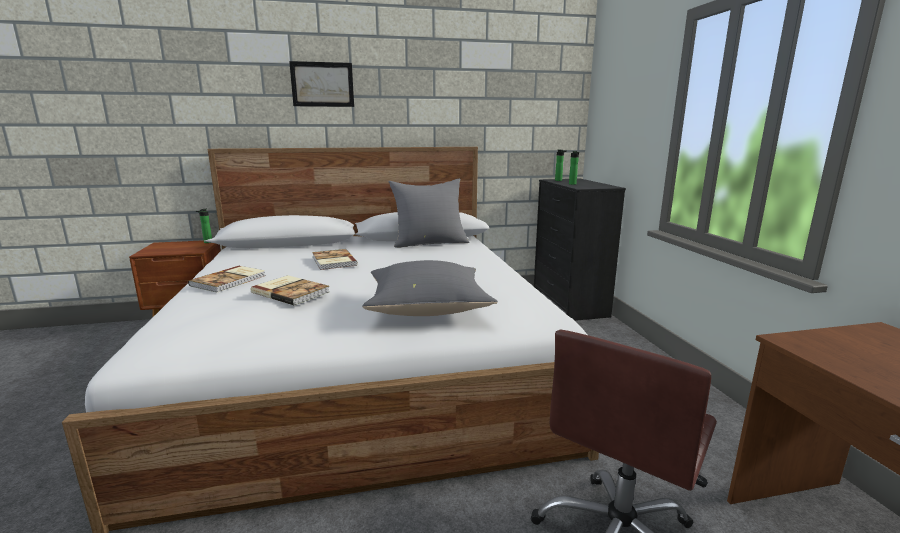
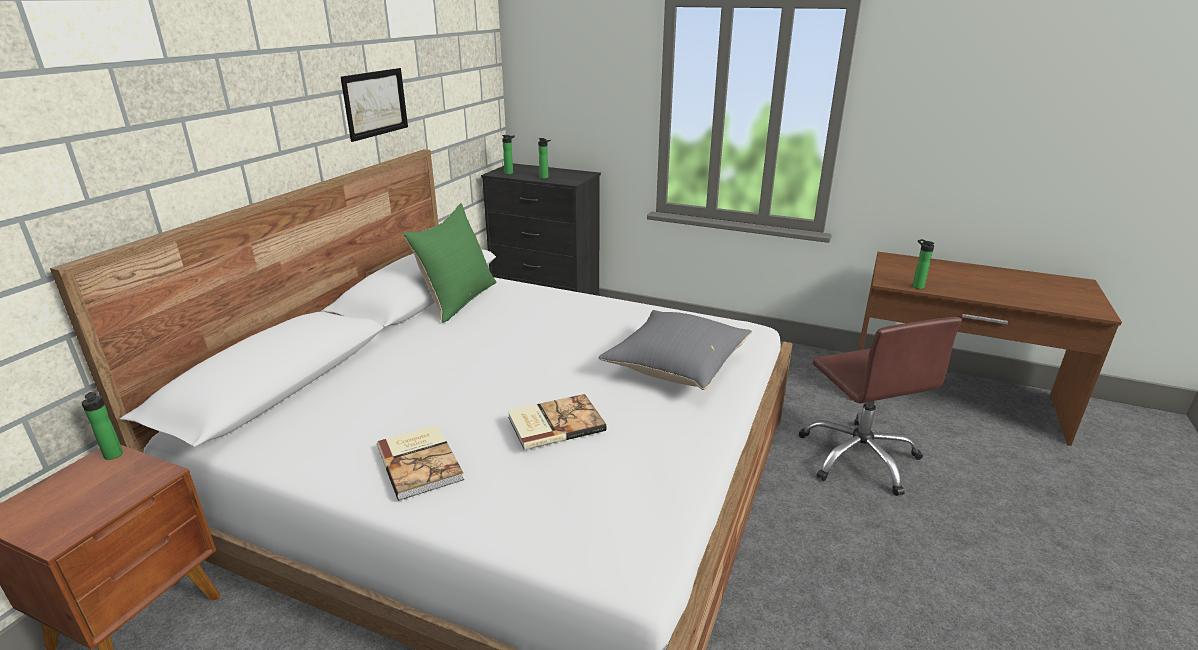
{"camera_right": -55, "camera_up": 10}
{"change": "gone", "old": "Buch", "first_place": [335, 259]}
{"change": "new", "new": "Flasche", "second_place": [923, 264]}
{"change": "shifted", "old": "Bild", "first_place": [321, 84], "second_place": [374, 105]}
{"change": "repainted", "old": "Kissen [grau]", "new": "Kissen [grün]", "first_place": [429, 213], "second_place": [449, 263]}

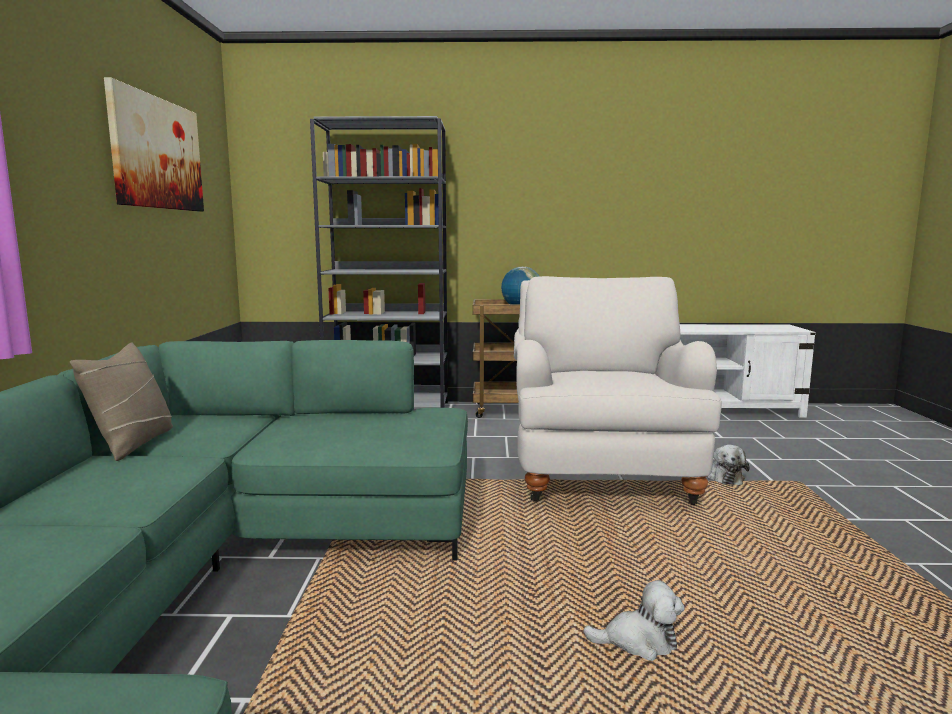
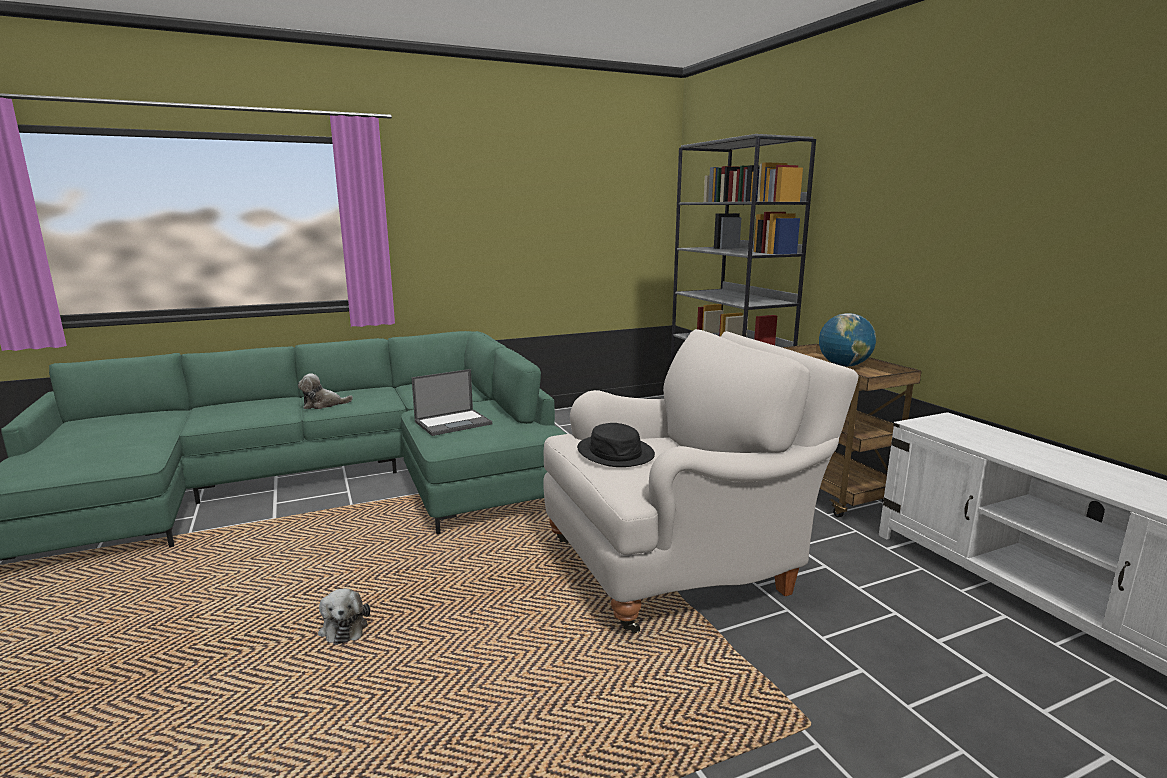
{"camera_right": 65, "camera_up": 5}
{"change": "gone", "old": "Kissen [beige]", "first_place": [121, 402]}
{"change": "gone", "old": "Bild", "first_place": [154, 144]}
{"change": "new", "new": "Laptop", "second_place": [451, 402]}
{"change": "new", "new": "Hut [schwarz]", "second_place": [616, 445]}
{"change": "shifted", "old": "Plüschtier", "first_place": [728, 465], "second_place": [325, 391]}

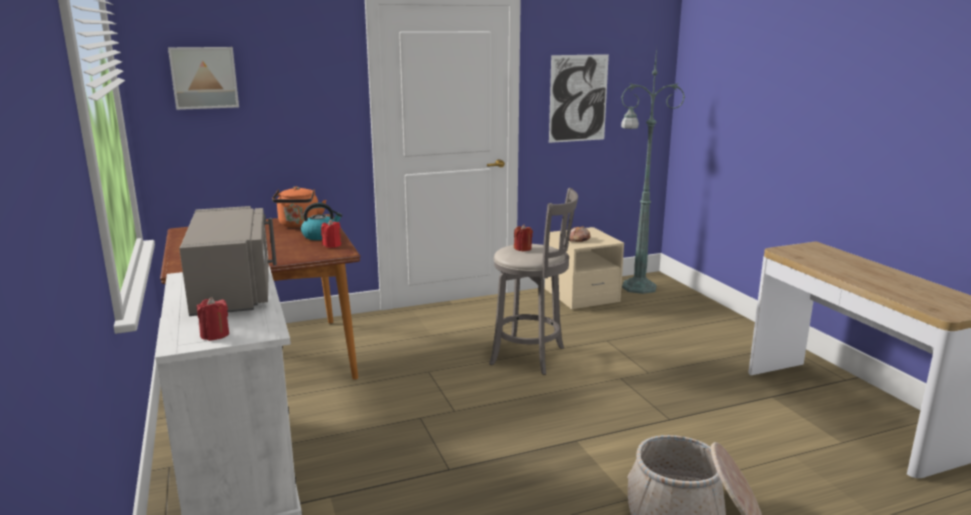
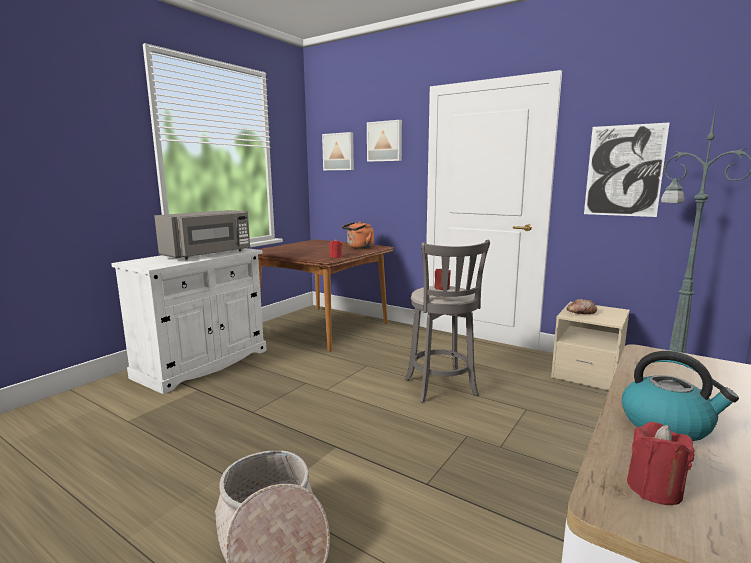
{"camera_right": 55, "camera_up": -5}
{"change": "new", "new": "Bild", "second_place": [384, 141]}
{"change": "shifted", "old": "Kerze [rot]", "first_place": [213, 319], "second_place": [661, 463]}
{"change": "shifted", "old": "Wasserkessel", "first_place": [322, 221], "second_place": [680, 396]}

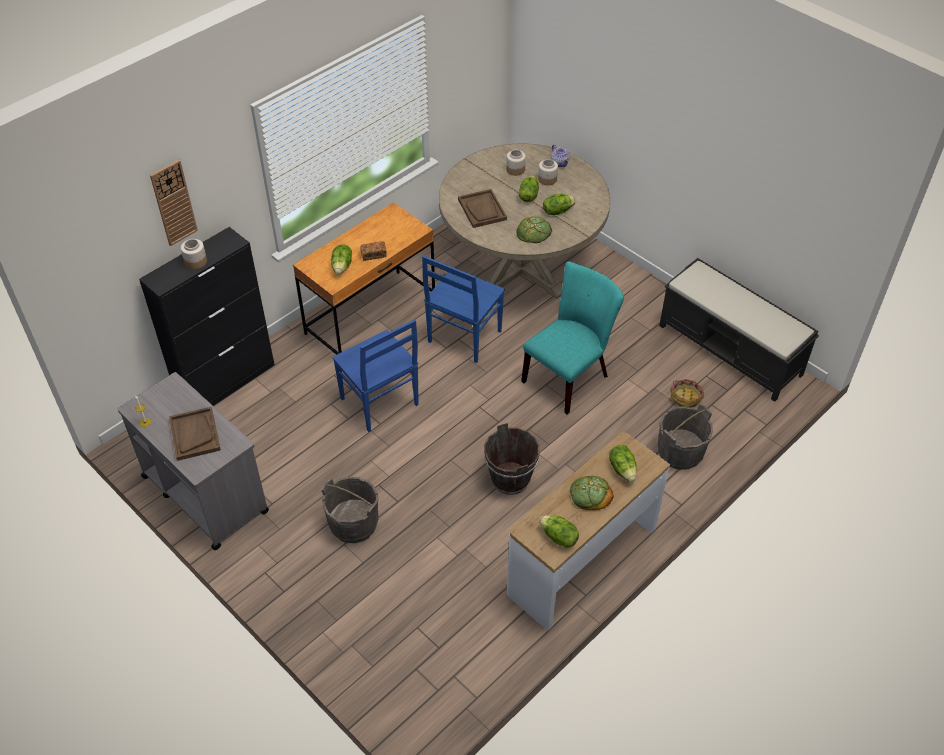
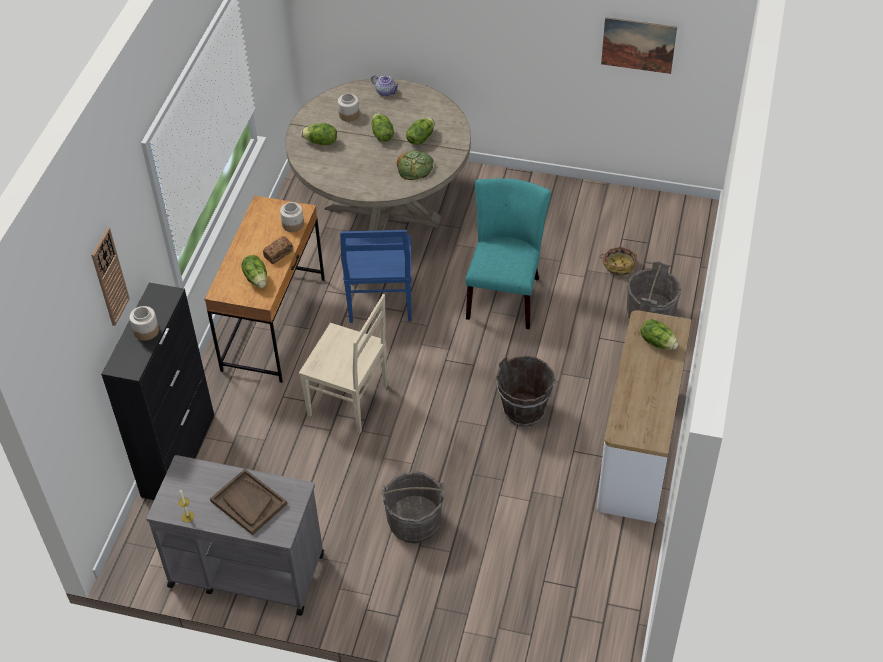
{"camera_right": -30, "camera_up": 0}
{"change": "gone", "old": "Tablett [braun]", "first_place": [482, 208]}
{"change": "gone", "old": "Brot", "first_place": [592, 493]}
{"change": "gone", "old": "Bank [schwarz]", "first_place": [739, 330]}
{"change": "new", "new": "Bild", "second_place": [639, 45]}
{"change": "shifted", "old": "Vorratsglas", "first_place": [548, 172], "second_place": [292, 217]}
{"change": "shifted", "old": "Salatkopf", "first_place": [559, 531], "second_place": [319, 134]}
{"change": "repainted", "old": "Stuhl [blau]", "new": "Stuhl [beige]", "first_place": [375, 375], "second_place": [343, 363]}

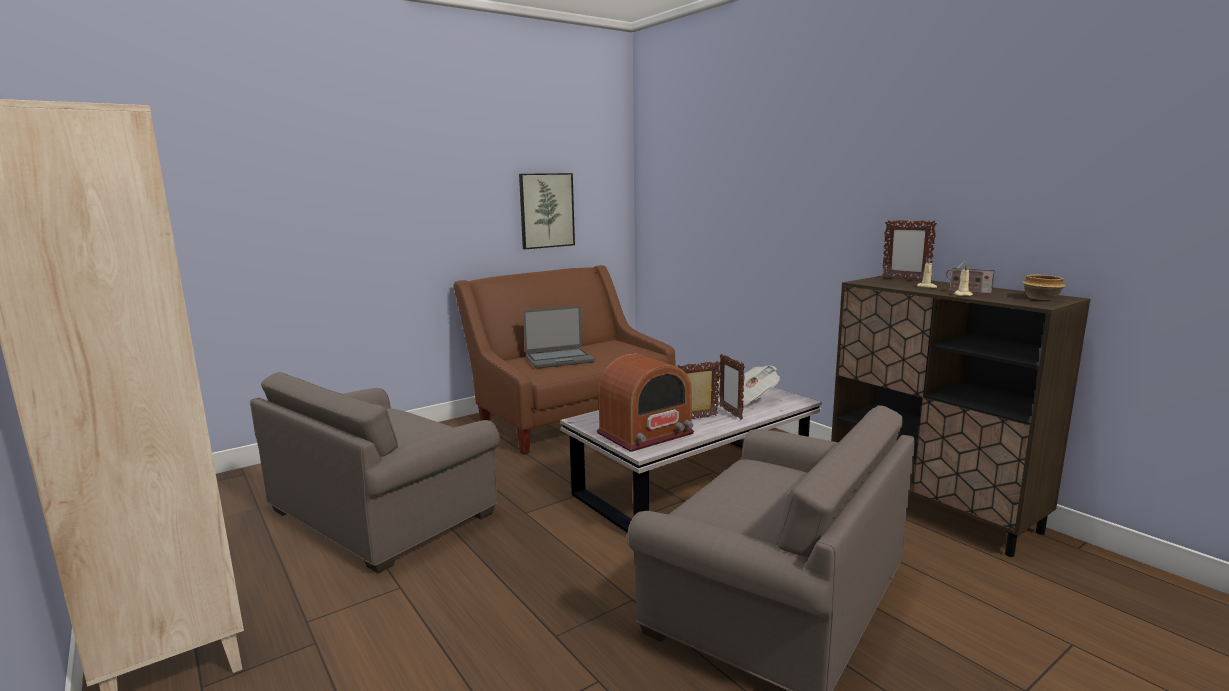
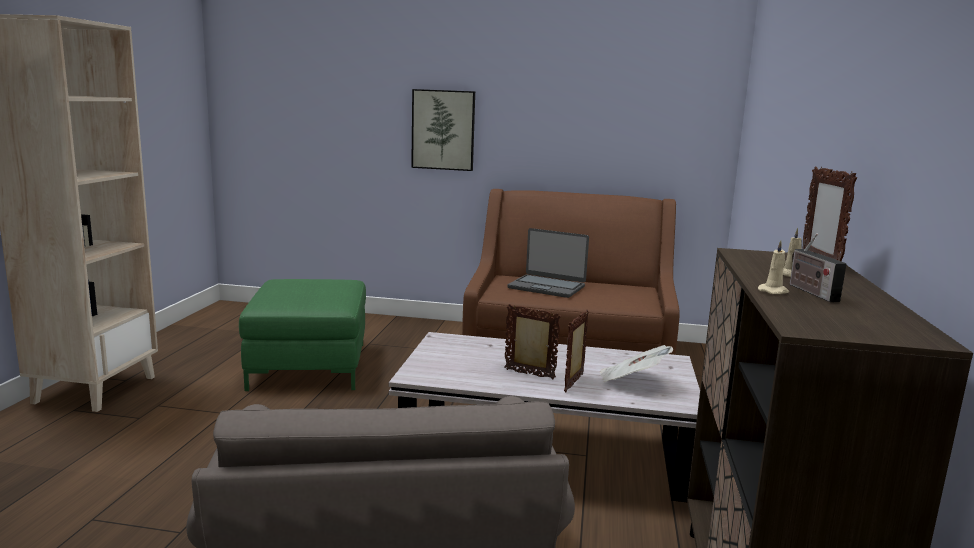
{"camera_right": 45, "camera_up": 0}
{"change": "gone", "old": "Radio", "first_place": [645, 403]}
{"change": "gone", "old": "Schüssel", "first_place": [1043, 287]}
{"change": "shifted", "old": "Bild", "first_place": [547, 211], "second_place": [443, 130]}
{"change": "swapped", "old": "Sessel [grau]", "new": "Polsterhocker [grün]", "first_place": [375, 472], "second_place": [302, 335]}

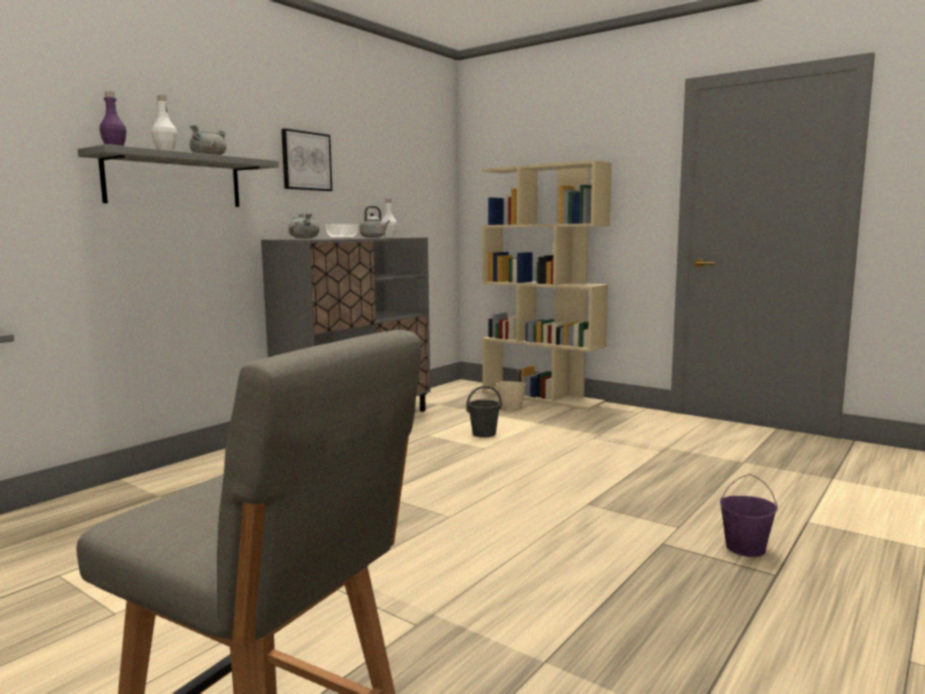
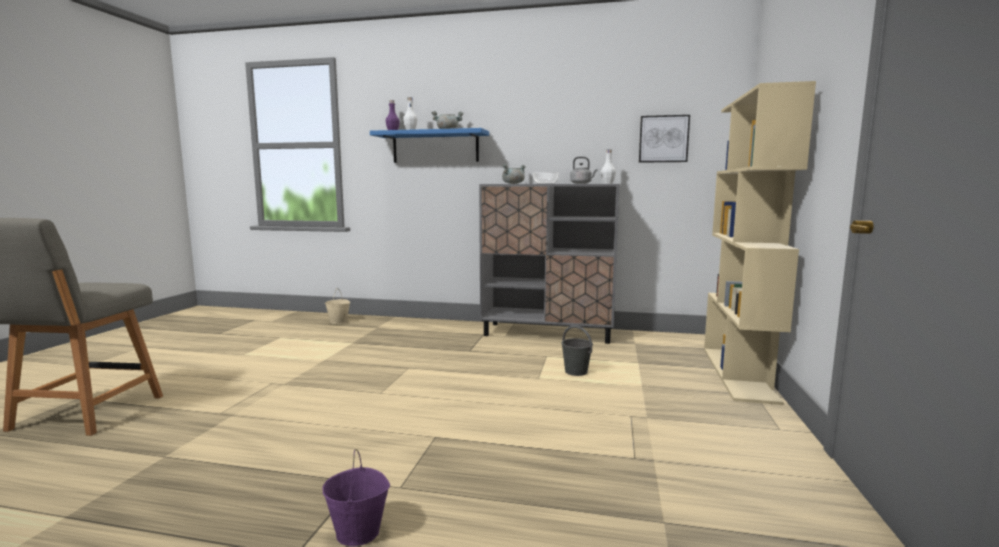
{"camera_right": 65, "camera_up": 0}
{"change": "shifted", "old": "Bild", "first_place": [306, 159], "second_place": [664, 139]}
{"change": "shifted", "old": "Eimer [beige]", "first_place": [511, 389], "second_place": [337, 306]}
{"change": "repainted", "old": "Wandregal [grau]", "new": "Wandregal [blau]", "first_place": [178, 175], "second_place": [429, 145]}

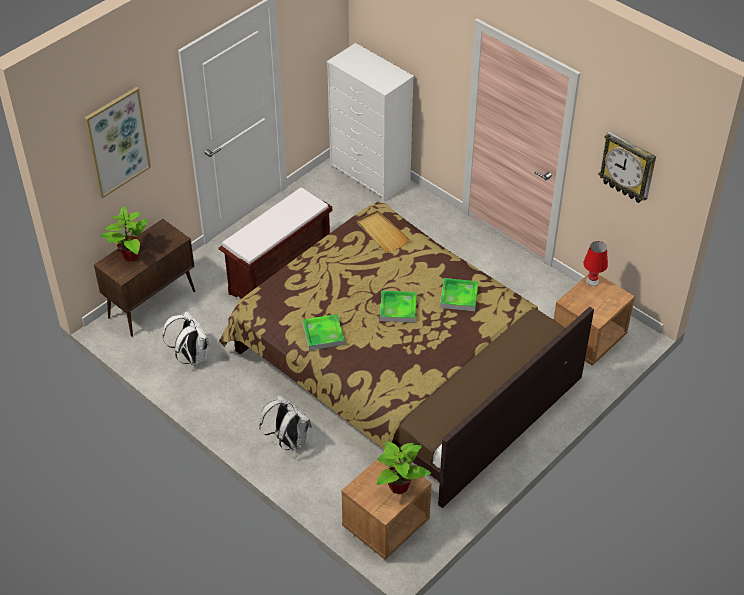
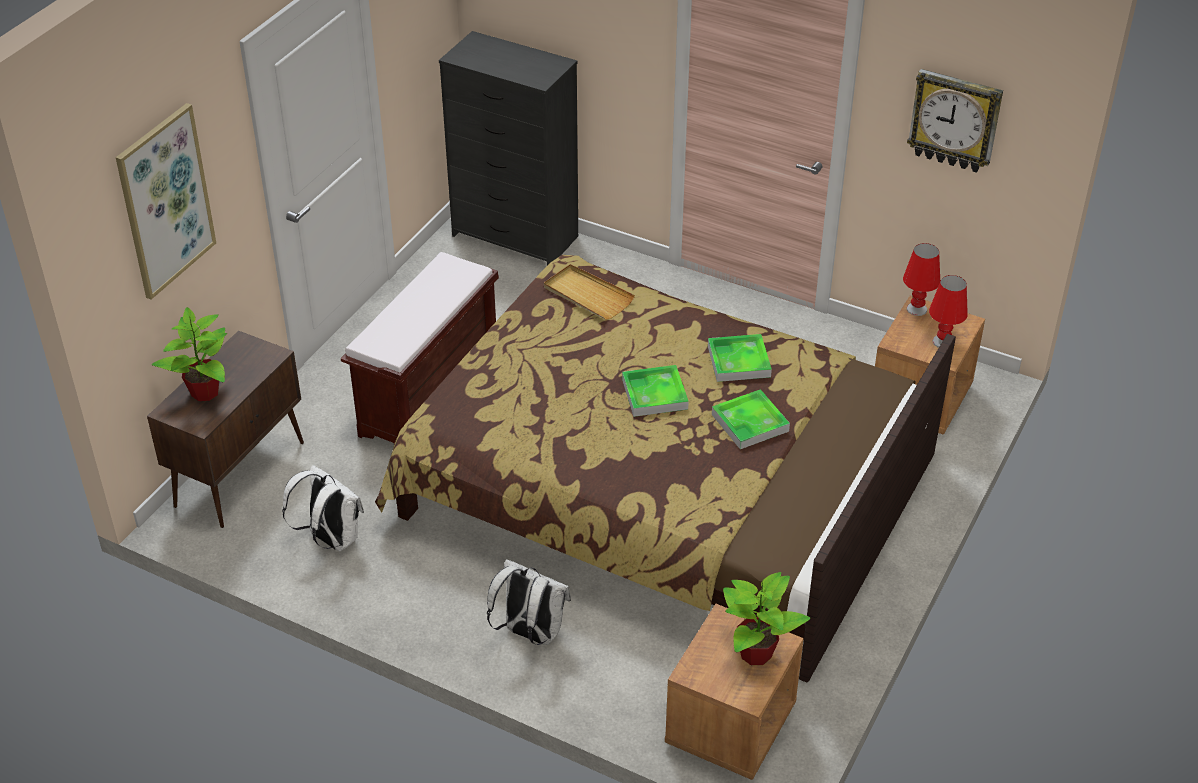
{"camera_right": -15, "camera_up": -5}
{"change": "new", "new": "Tischlampe [rot]", "second_place": [948, 311]}
{"change": "shifted", "old": "Tablett", "first_place": [323, 332], "second_place": [751, 419]}
{"change": "repainted", "old": "Kommode [weiß]", "new": "Kommode [schwarz]", "first_place": [370, 122], "second_place": [508, 148]}

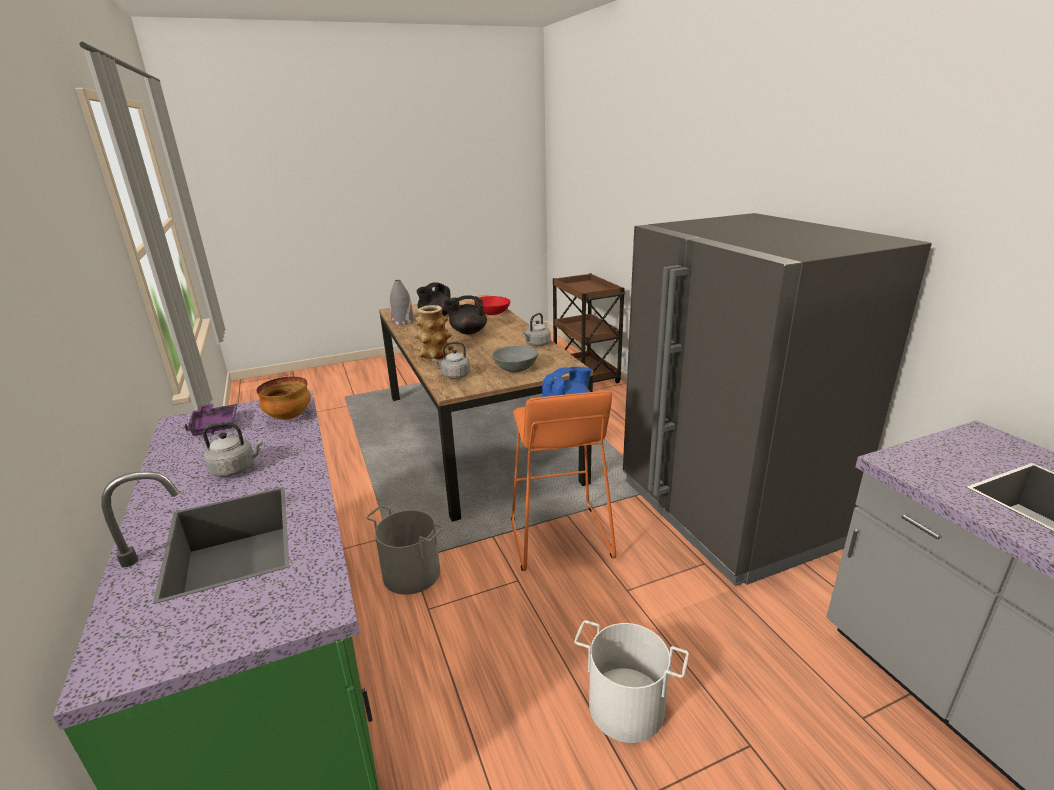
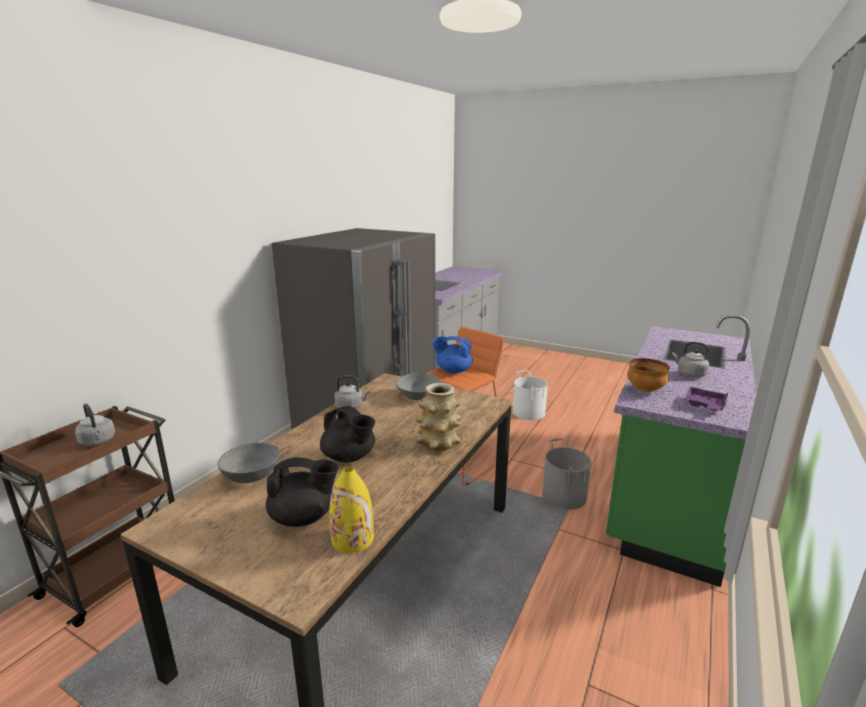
{"camera_right": -130, "camera_up": -5}
{"change": "shifted", "old": "Wasserkessel [grau]", "first_place": [451, 360], "second_place": [95, 425]}
{"change": "repainted", "old": "Vase [grau]", "new": "Vase [gelb]", "first_place": [402, 302], "second_place": [351, 509]}
{"change": "repainted", "old": "Schüssel [rot]", "new": "Schüssel [grau]", "first_place": [492, 305], "second_place": [249, 463]}

